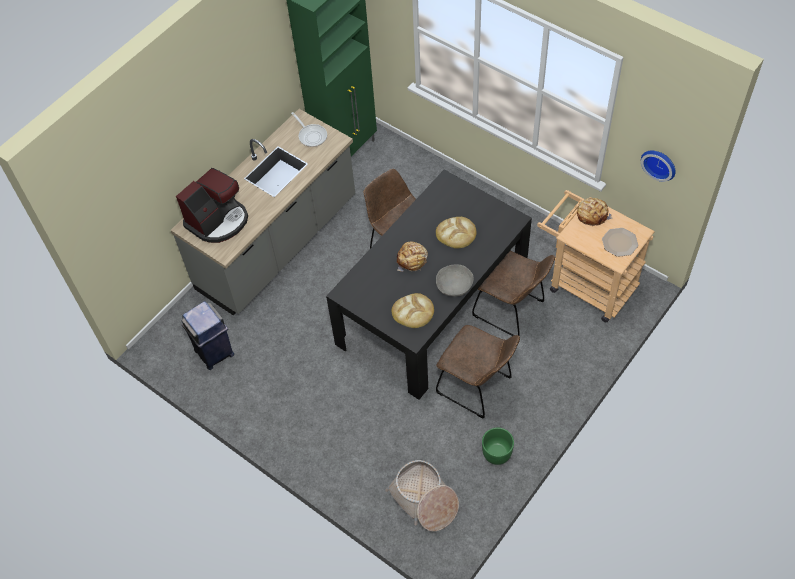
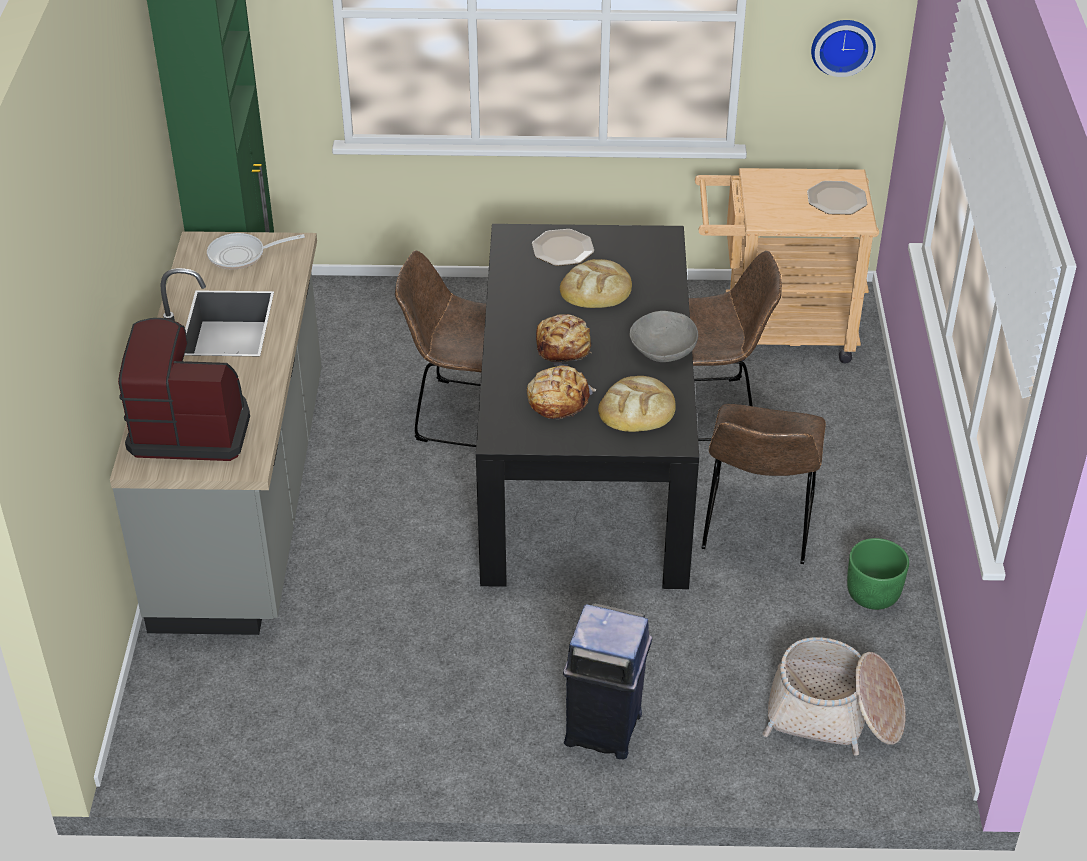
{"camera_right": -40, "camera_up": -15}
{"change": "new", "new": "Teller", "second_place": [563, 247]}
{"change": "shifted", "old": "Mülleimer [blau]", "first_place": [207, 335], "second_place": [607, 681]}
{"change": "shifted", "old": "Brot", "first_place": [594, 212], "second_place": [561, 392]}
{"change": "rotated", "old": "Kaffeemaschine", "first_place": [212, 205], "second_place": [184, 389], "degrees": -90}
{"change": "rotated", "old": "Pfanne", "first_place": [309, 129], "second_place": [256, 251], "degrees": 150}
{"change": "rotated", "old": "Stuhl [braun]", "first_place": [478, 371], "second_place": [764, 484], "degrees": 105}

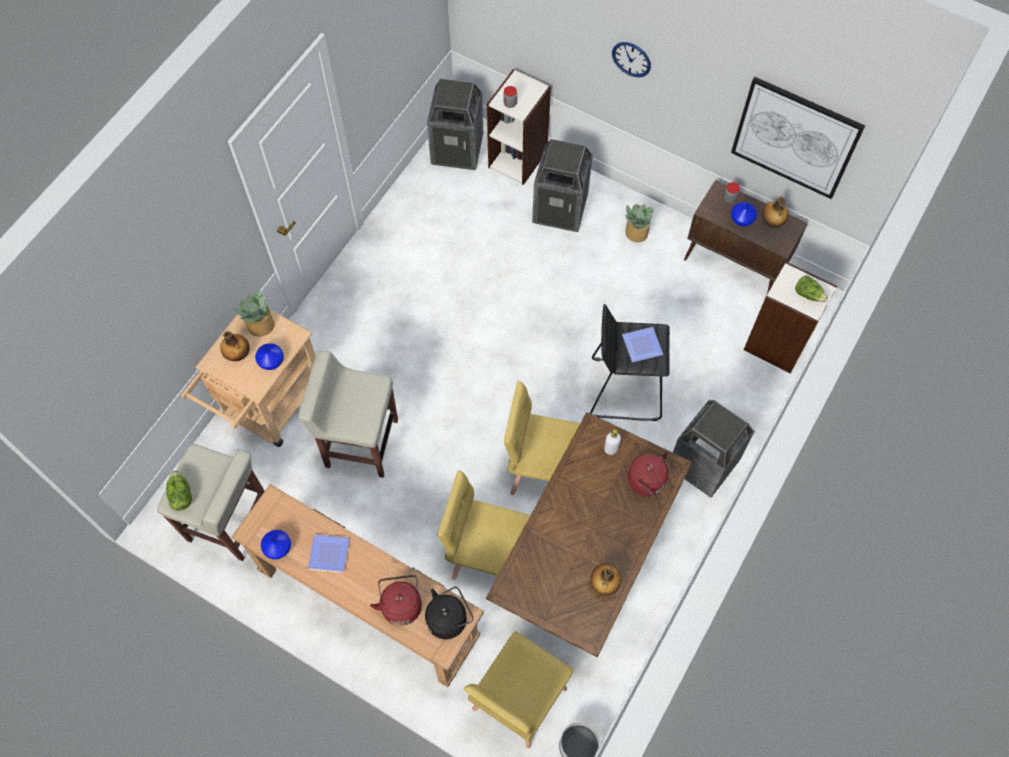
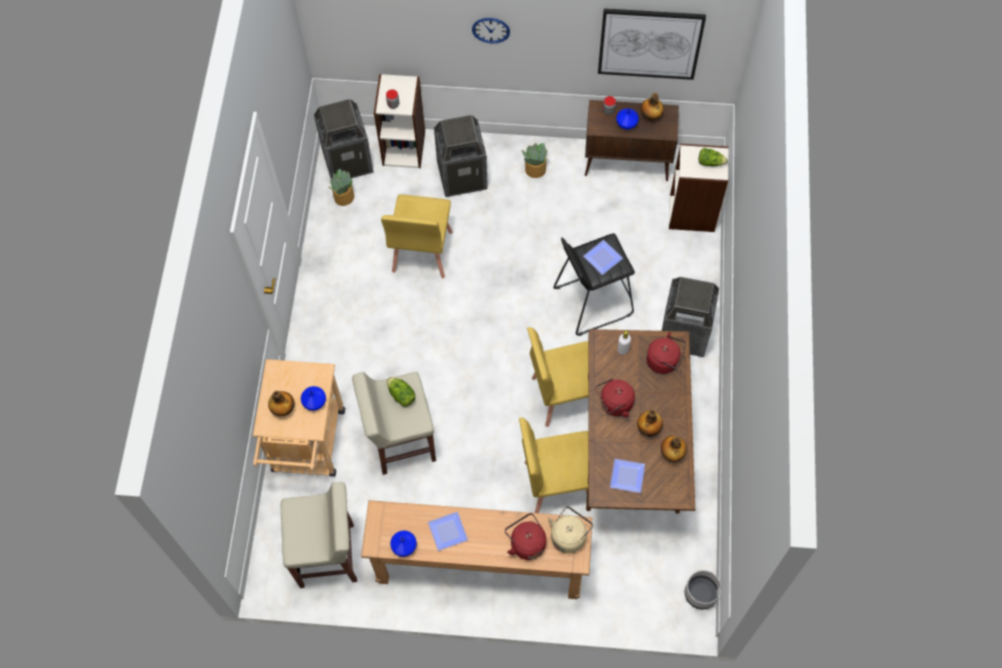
{"camera_right": -25, "camera_up": 0}
{"change": "new", "new": "Wasserkessel [rot]", "second_place": [615, 398]}
{"change": "new", "new": "Teller", "second_place": [627, 476]}
{"change": "new", "new": "Flasche", "second_place": [650, 423]}
{"change": "shifted", "old": "Salatkopf", "first_place": [179, 491], "second_place": [401, 392]}
{"change": "shifted", "old": "Topfpflanze", "first_place": [254, 314], "second_place": [341, 187]}
{"change": "shifted", "old": "Stuhl [gelb]", "first_place": [518, 690], "second_place": [417, 236]}
{"change": "repainted", "old": "Wasserkessel [schwarz]", "new": "Wasserkessel [beige]", "first_place": [449, 613], "second_place": [570, 529]}

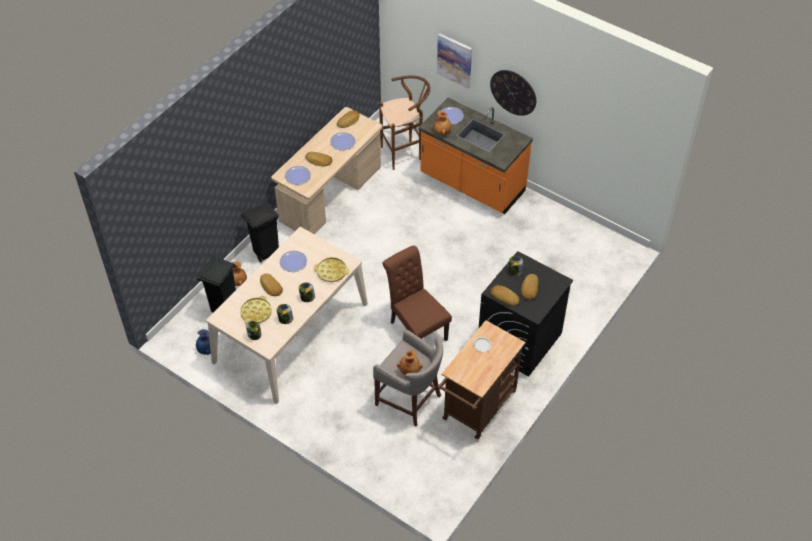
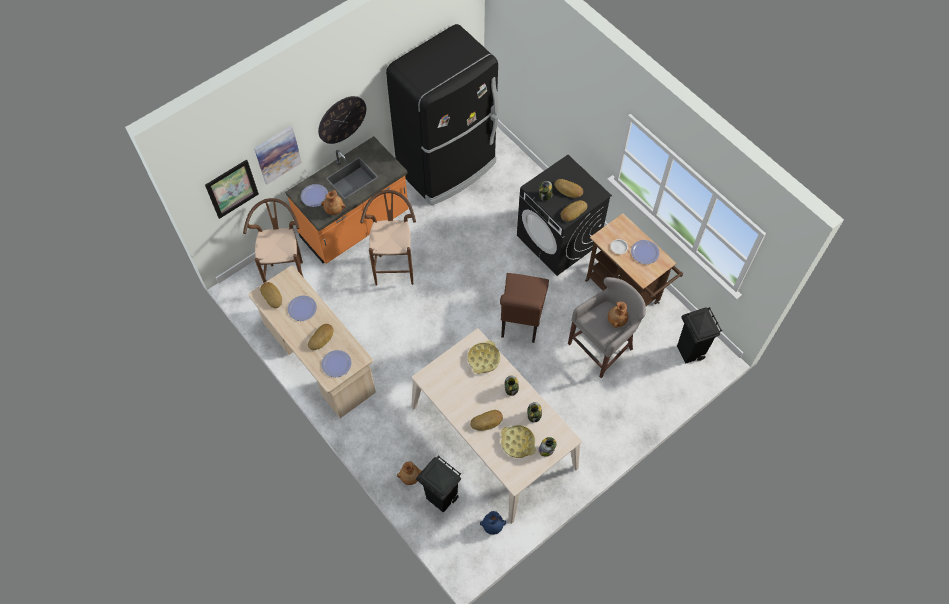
{"camera_right": -75, "camera_up": 10}
{"change": "new", "new": "Bild", "second_place": [232, 189]}
{"change": "new", "new": "Hocker [braun]", "second_place": [388, 238]}
{"change": "new", "new": "Kühlschrank [schwarz]", "second_place": [442, 115]}
{"change": "shifted", "old": "Mülleimer [schwarz]", "first_place": [260, 232], "second_place": [699, 335]}
{"change": "shifted", "old": "Teller", "first_place": [293, 261], "second_place": [645, 252]}
{"change": "rotated", "old": "Stuhl [braun]", "first_place": [417, 293], "second_place": [524, 308], "degrees": -60}

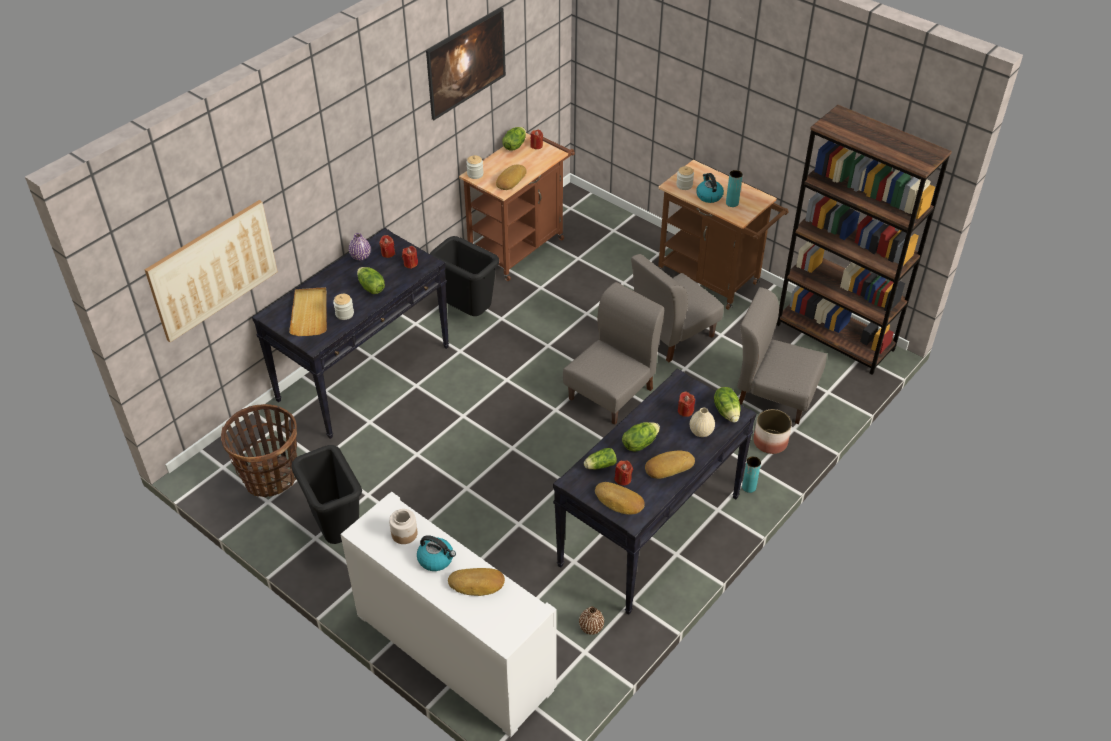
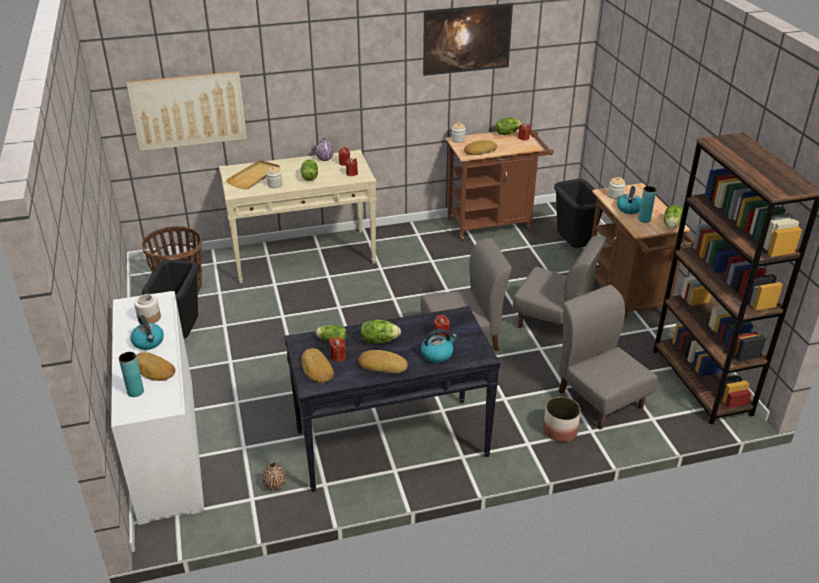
{"camera_right": 35, "camera_up": -10}
{"change": "shifted", "old": "Mülleimer [schwarz]", "first_place": [464, 276], "second_place": [578, 213]}
{"change": "shifted", "old": "Salatkopf", "first_place": [727, 405], "second_place": [673, 217]}
{"change": "shifted", "old": "Vase [türkis]", "first_place": [751, 474], "second_place": [131, 374]}
{"change": "swapped", "old": "Vase [beige]", "new": "Wasserkessel", "first_place": [702, 422], "second_place": [439, 346]}
{"change": "repainted", "old": "Konsolentisch [schwarz]", "new": "Konsolentisch [beige]", "first_place": [350, 333], "second_place": [298, 216]}
{"change": "rotated", "old": "Stuhl [grau]", "first_place": [677, 308], "second_place": [560, 282], "degrees": -150}

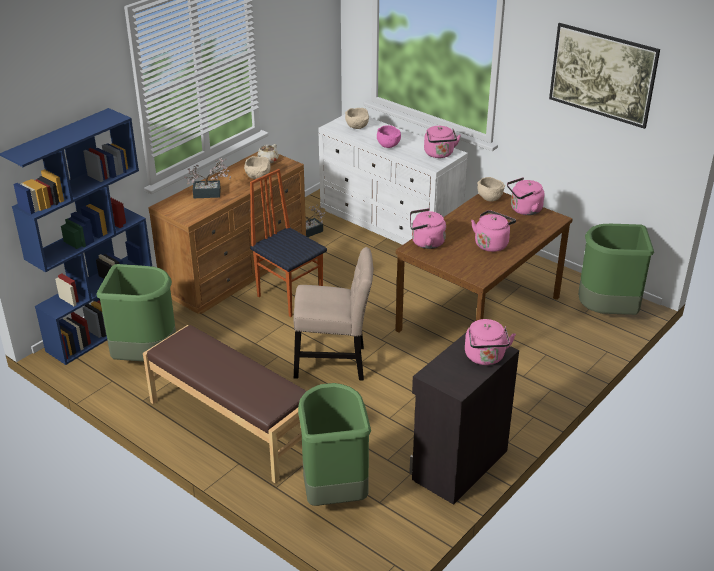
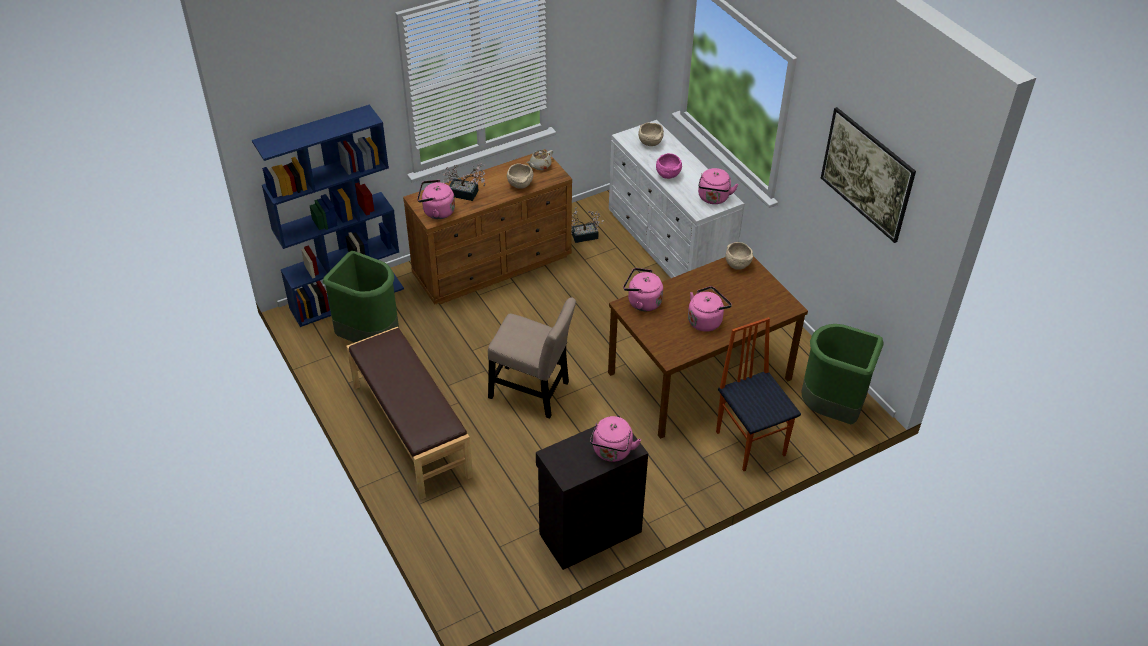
{"camera_right": 20, "camera_up": 10}
{"change": "gone", "old": "Mülleimer [grün]", "first_place": [334, 444]}
{"change": "shifted", "old": "Stuhl", "first_place": [288, 243], "second_place": [758, 394]}
{"change": "shifted", "old": "Wasserkessel [rosa]", "first_place": [526, 196], "second_place": [436, 199]}

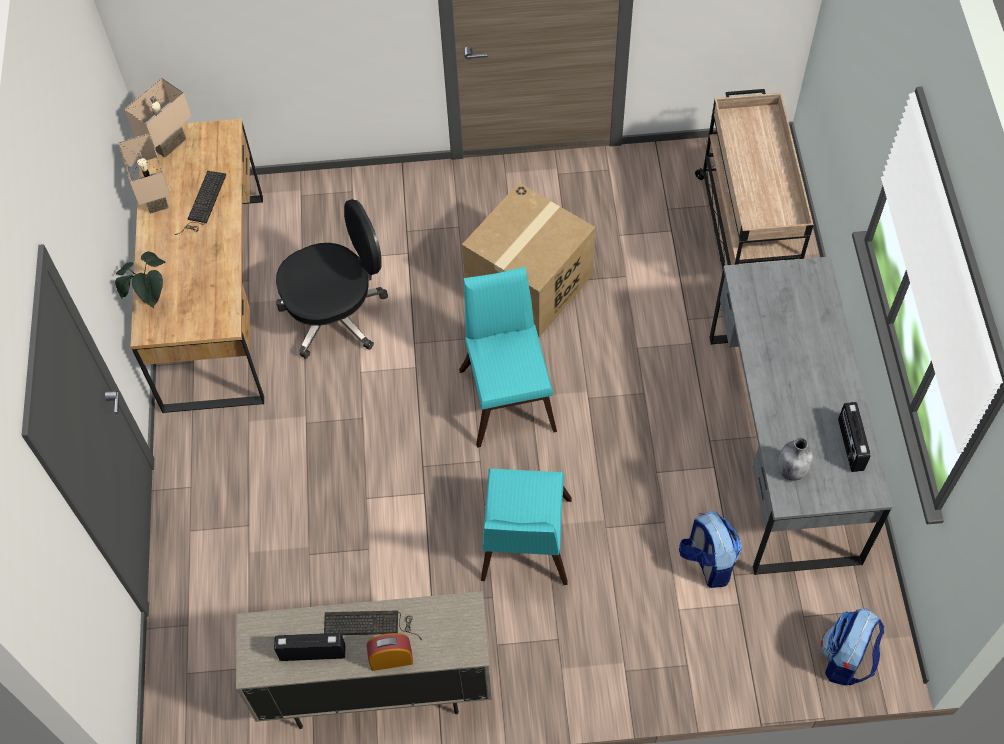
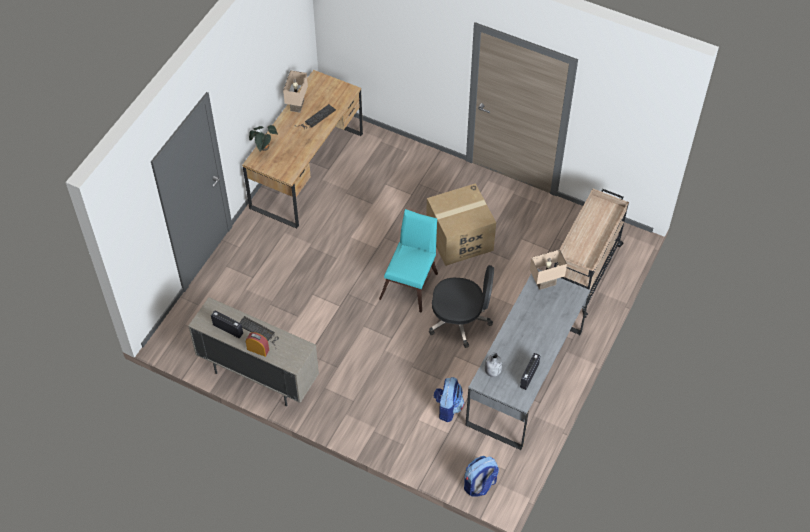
{"camera_right": 30, "camera_up": -5}
{"change": "gone", "old": "Stuhl [türkis]", "first_place": [526, 526]}
{"change": "shifted", "old": "Tischlampe [beige]", "first_place": [157, 118], "second_place": [548, 269]}
{"change": "shifted", "old": "Bürostuhl [schwarz]", "first_place": [332, 279], "second_place": [461, 306]}

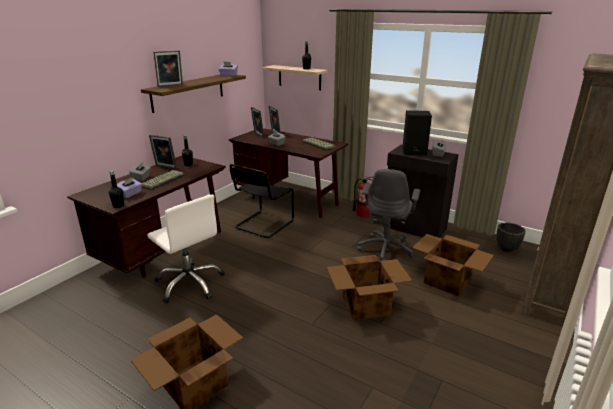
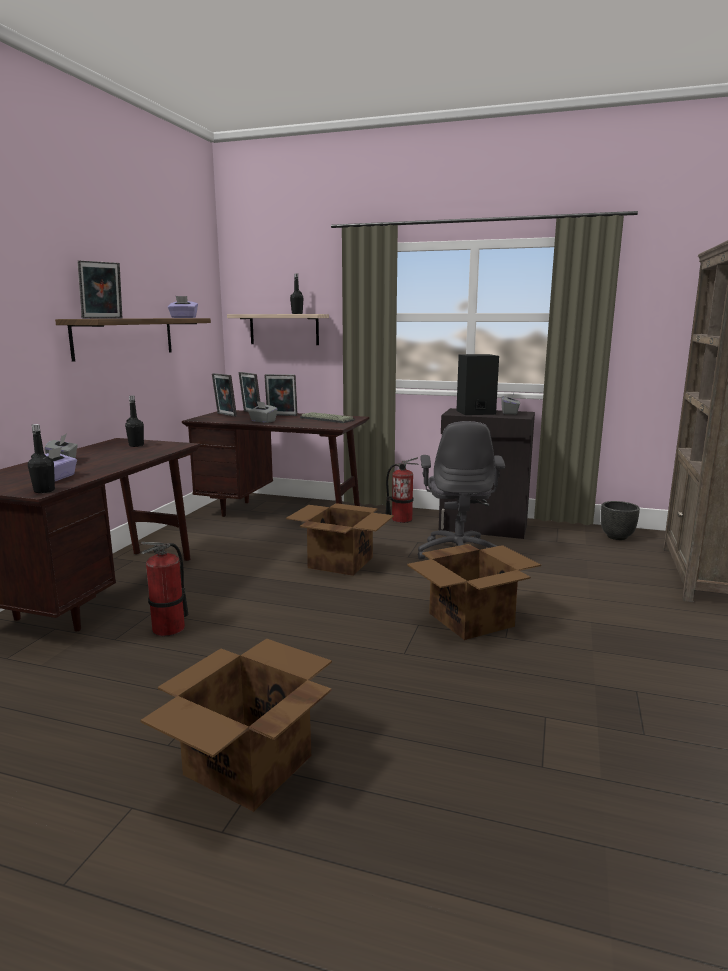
{"camera_right": -15, "camera_up": -10}
{"change": "gone", "old": "Tastatur", "first_place": [163, 180]}
{"change": "gone", "old": "Stuhl [schwarz]", "first_place": [261, 201]}
{"change": "shifted", "old": "Bilderrahmen", "first_place": [163, 152], "second_place": [281, 395]}
{"change": "shifted", "old": "Karton", "first_place": [453, 265], "second_place": [340, 539]}
{"change": "swapped", "old": "Bürostuhl [weiß]", "new": "Feuerlöscher", "first_place": [186, 248], "second_place": [165, 589]}

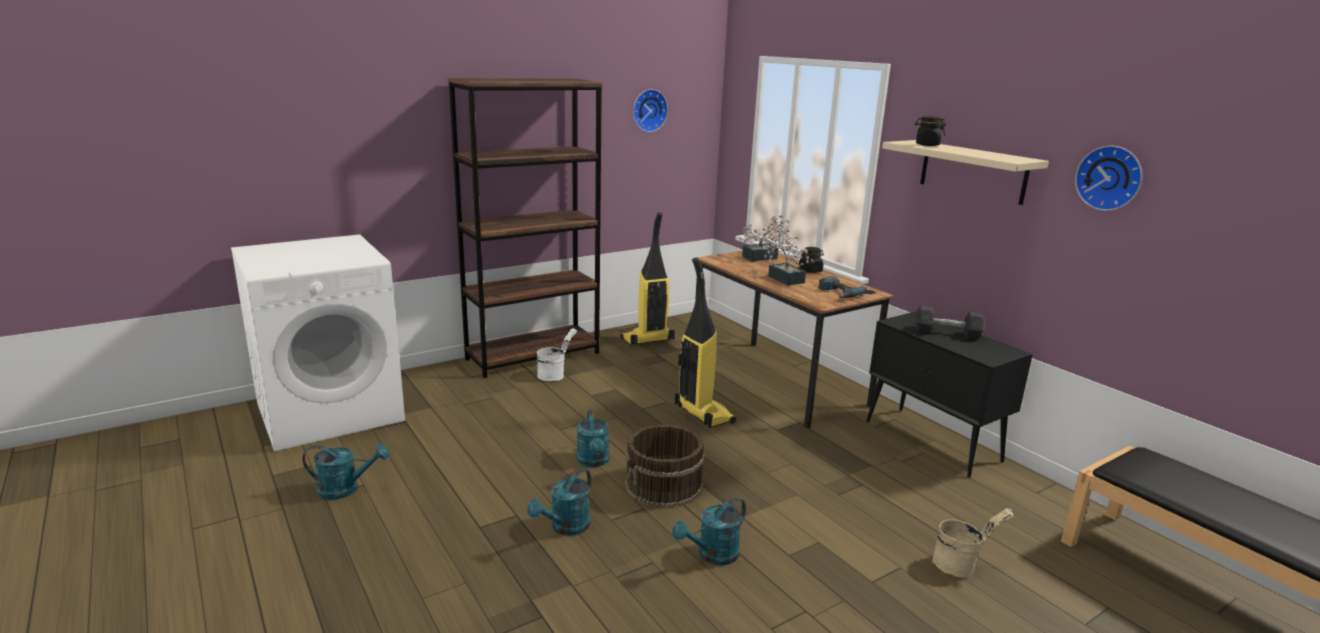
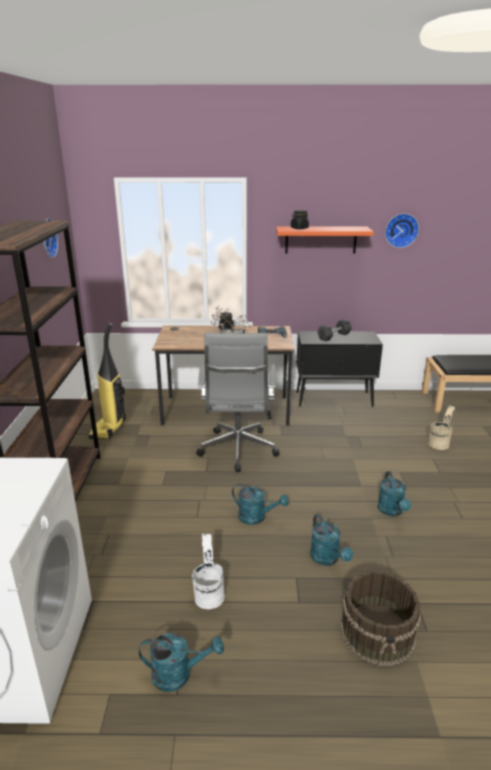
{"camera_right": -55, "camera_up": 5}
{"change": "gone", "old": "Topfpflanze", "first_place": [764, 238]}
{"change": "shifted", "old": "Eimer [weiß]", "first_place": [557, 354], "second_place": [208, 571]}
{"change": "shifted", "old": "Eimer [braun]", "first_place": [665, 466], "second_place": [380, 618]}
{"change": "swapped", "old": "Staubsauger", "new": "Bürostuhl [grau]", "first_place": [705, 343], "second_place": [237, 402]}
{"change": "repainted", "old": "Wandregal [beige]", "new": "Wandregal [orange]", "first_place": [965, 172], "second_place": [325, 240]}
{"change": "rotated", "old": "Gießkanne [türkis]", "first_place": [346, 472], "second_place": [181, 662], "degrees": 60}

